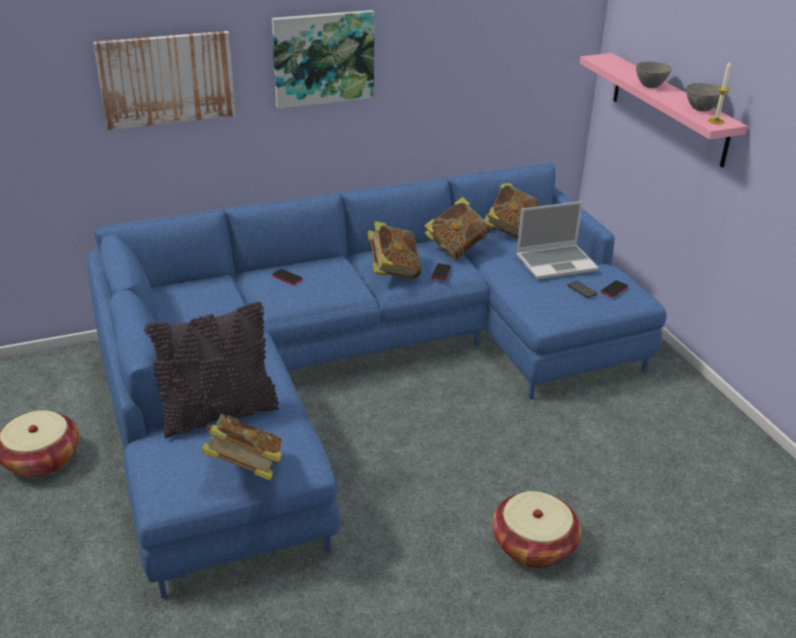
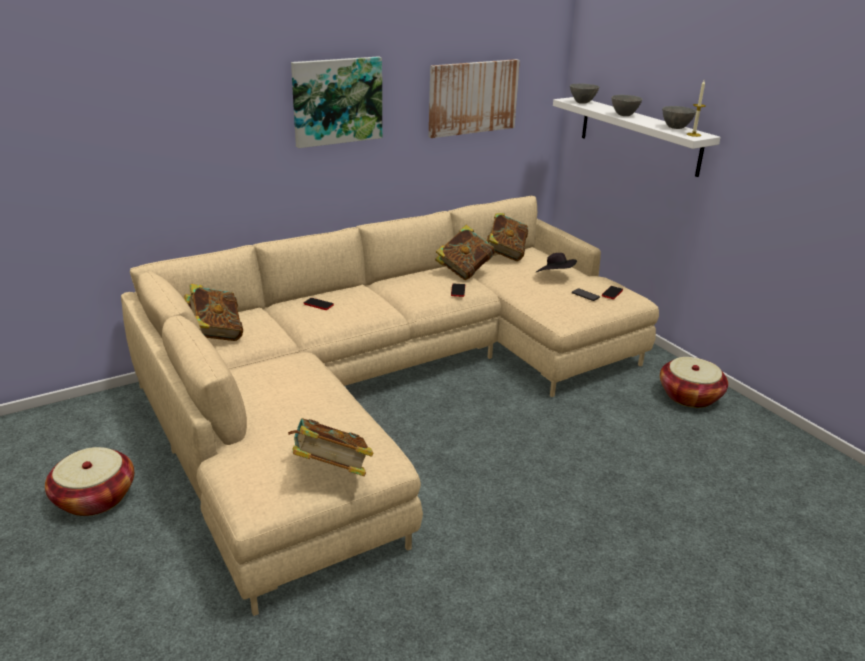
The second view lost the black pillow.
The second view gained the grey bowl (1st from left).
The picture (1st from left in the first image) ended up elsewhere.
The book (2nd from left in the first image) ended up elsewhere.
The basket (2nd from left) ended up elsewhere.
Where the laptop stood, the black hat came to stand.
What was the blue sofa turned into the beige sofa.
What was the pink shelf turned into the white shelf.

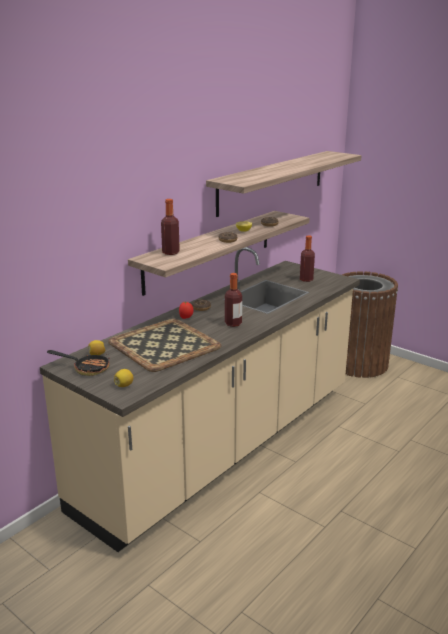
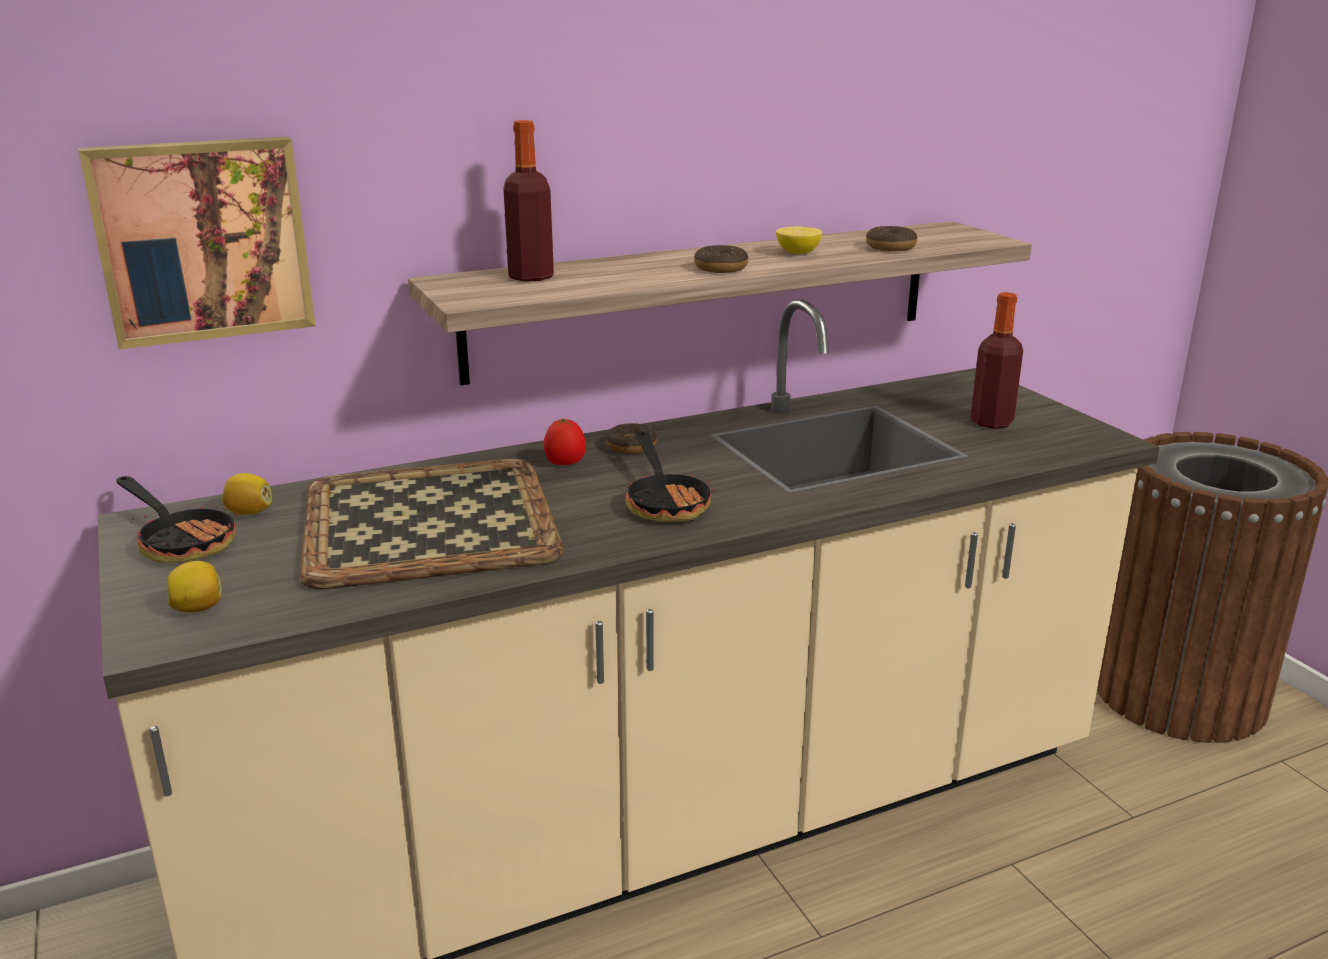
The second view lost the shelf (2nd from left).
The second view gained the picture.
Where the bottle (2nd from left) stood, the frying pan (2nd from left) came to stand.

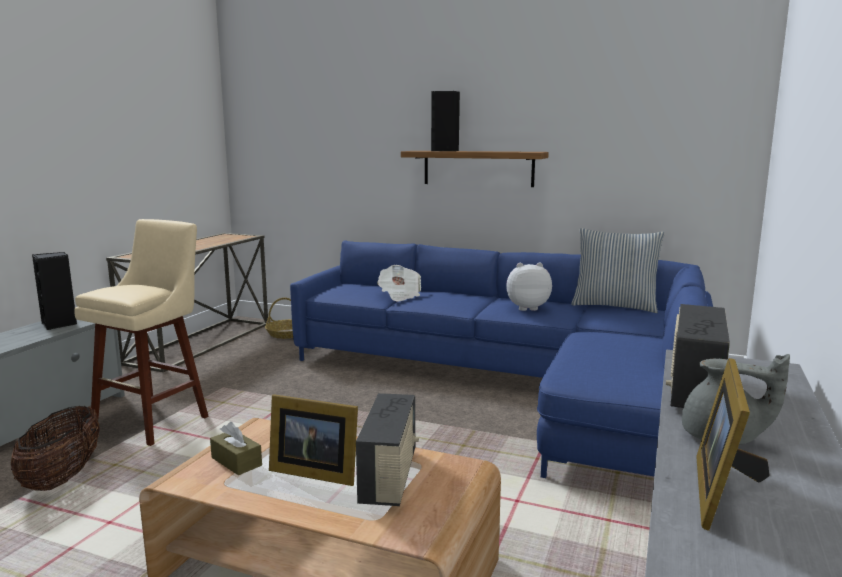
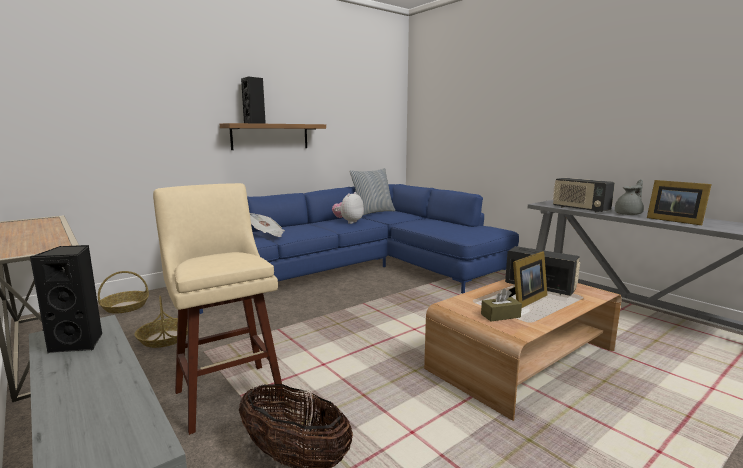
The second view gained the basket (2nd from left).

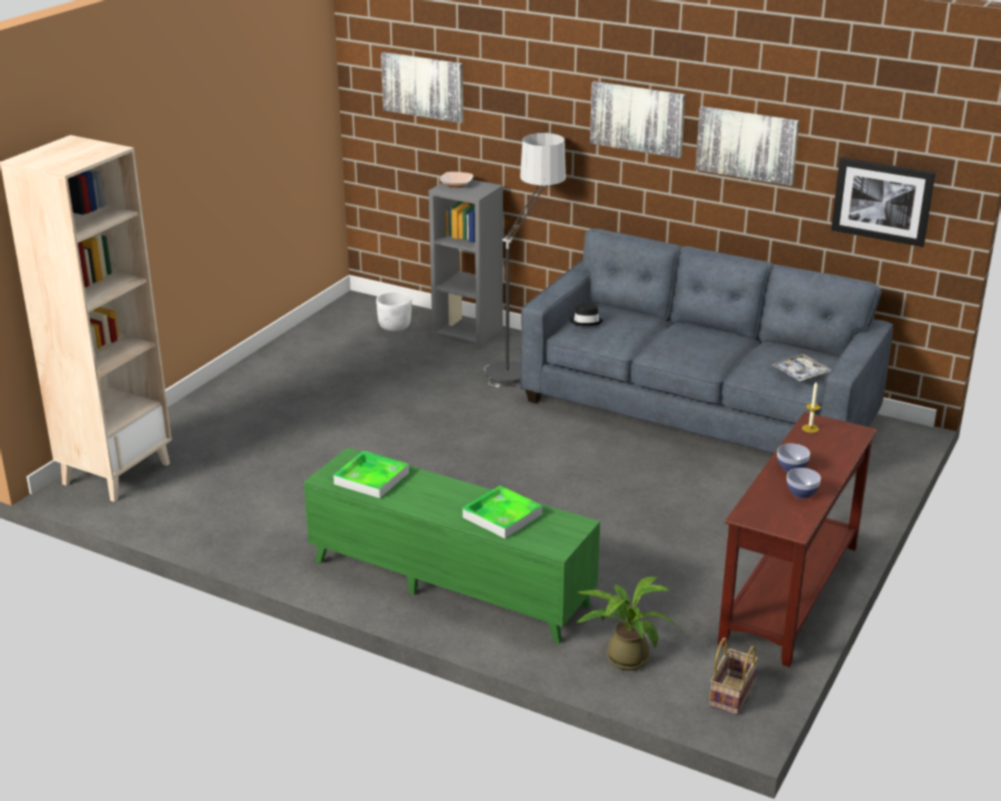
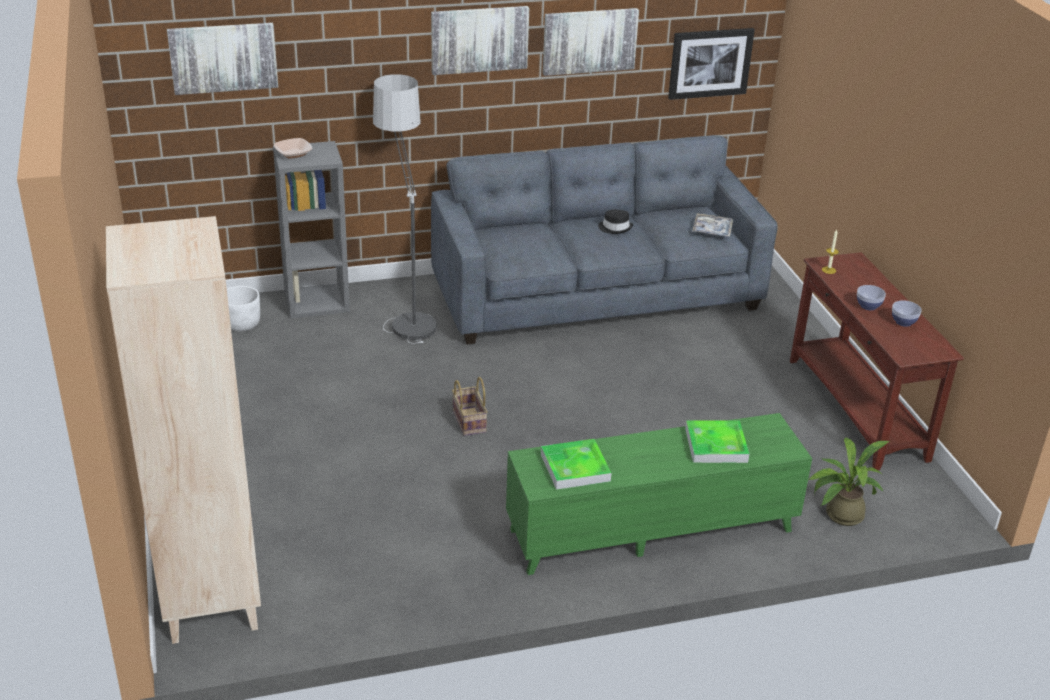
The black hat ended up elsewhere.
The basket ended up elsewhere.

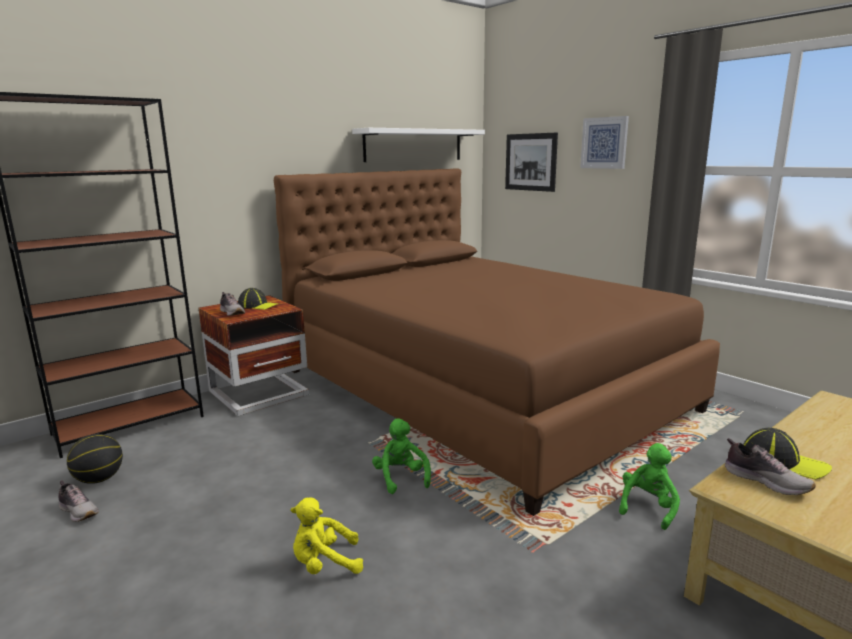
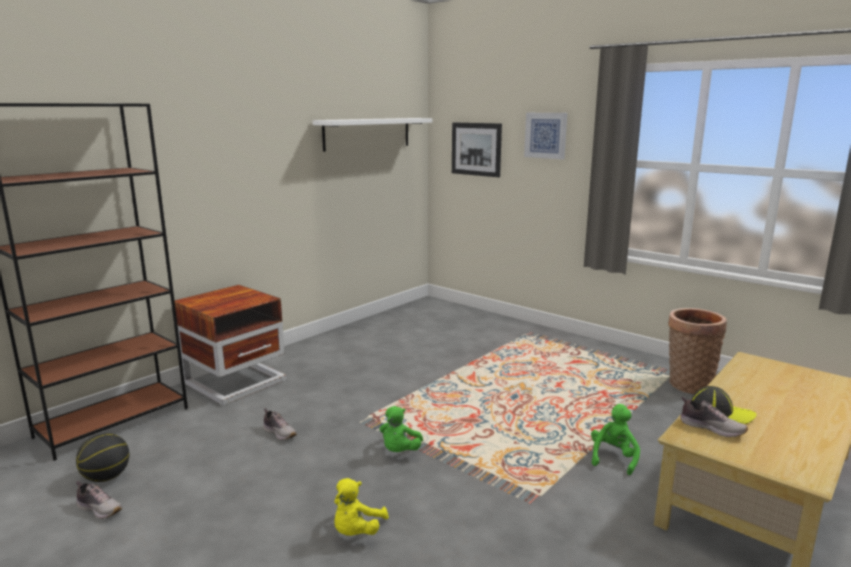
The second view lost the cap (1st from left).
The second view lost the brown bed.
The second view gained the basket.
The shoe (2nd from left) ended up elsewhere.
The yellow plush toy ended up facing another way, 45 degrees counterclockwise from before.
The green plush toy (1st from left) ended up facing another way, 135 degrees counterclockwise from before.

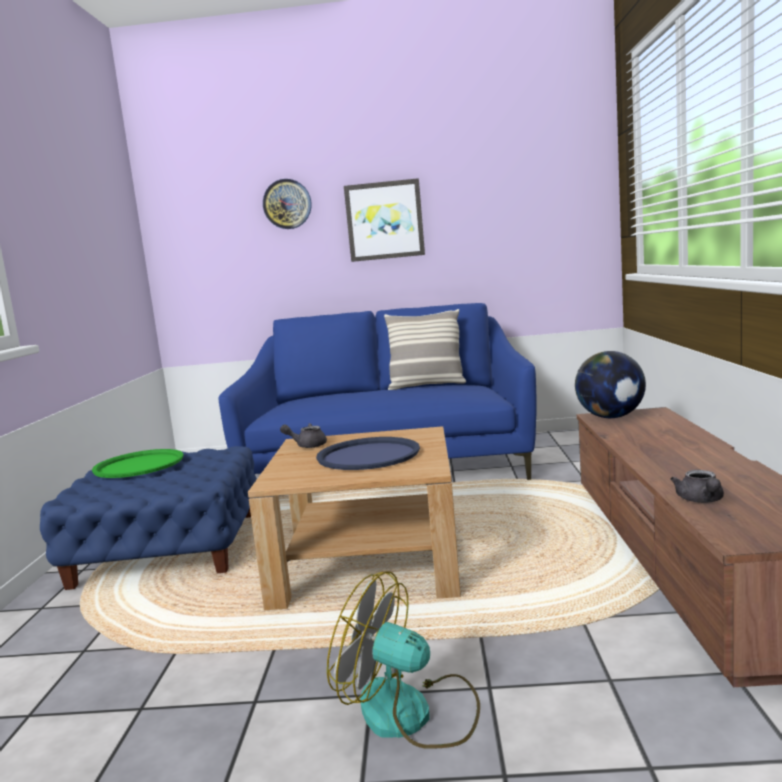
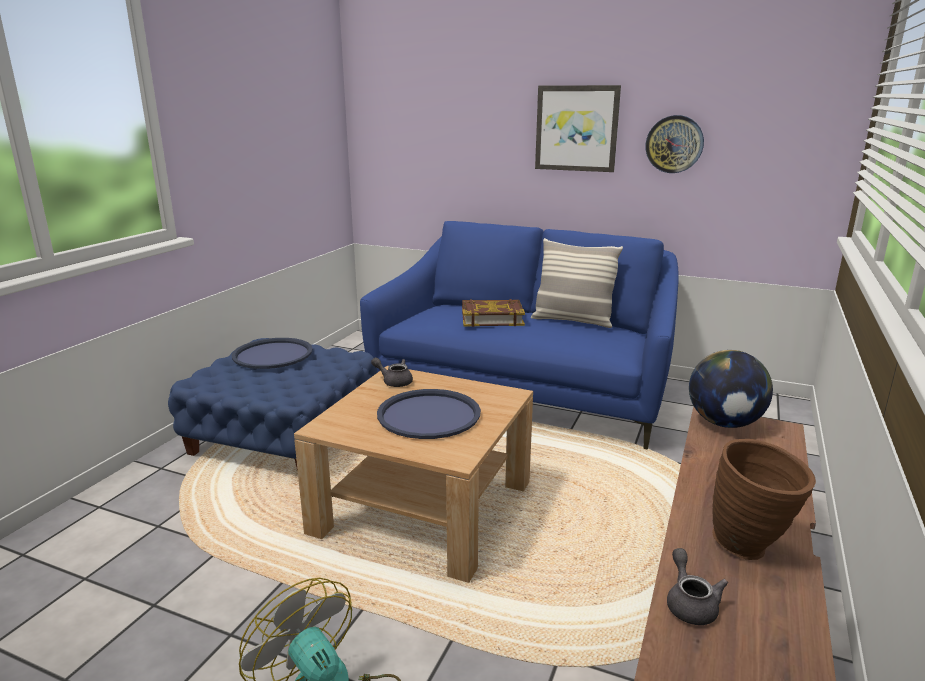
The second view gained the book.
The second view gained the brown vase.
The wall clock ended up elsewhere.
What was the green tray turned into the blue tray (1st from left).
The grey teapot (2nd from left) ended up facing another way, 150 degrees clockwise from before.

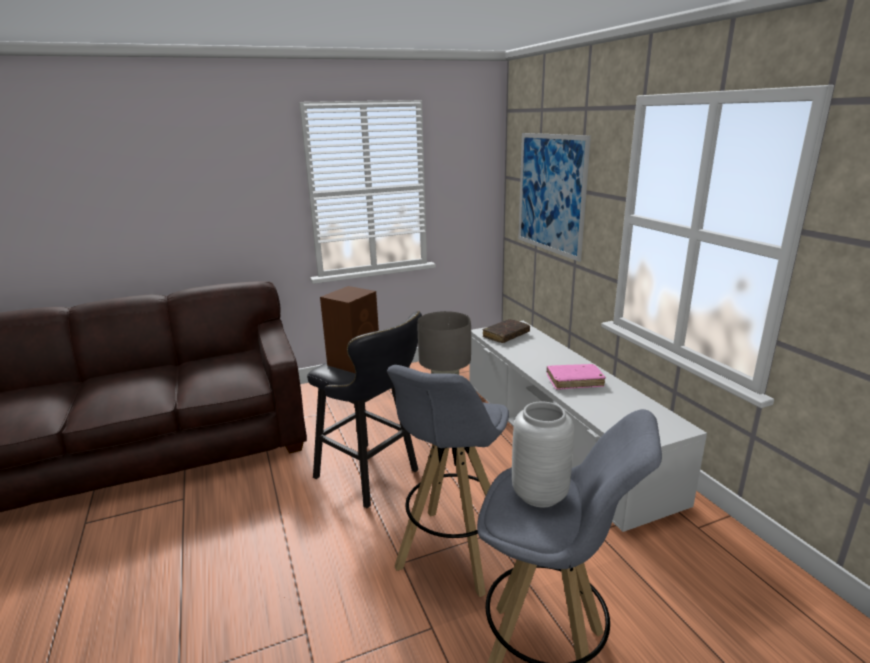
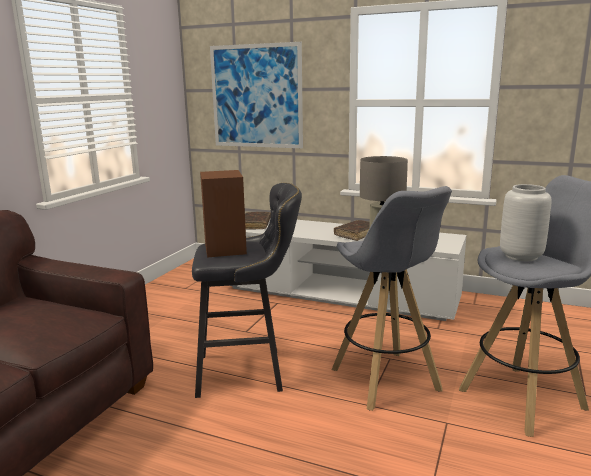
What was the pink book turned into the brown book (2nd from left).

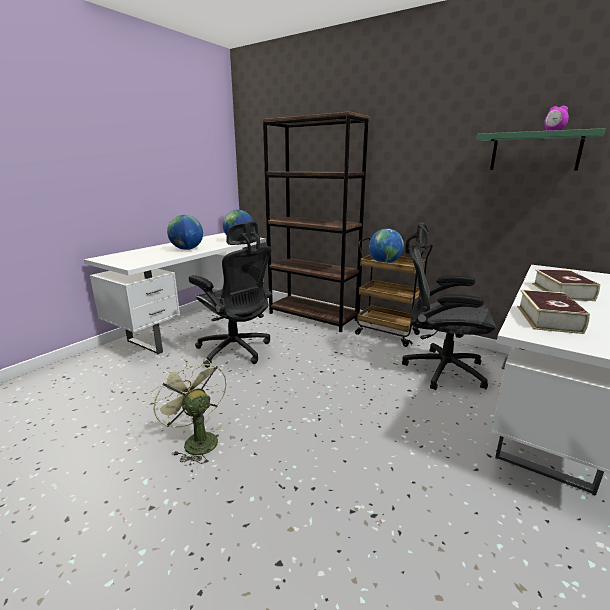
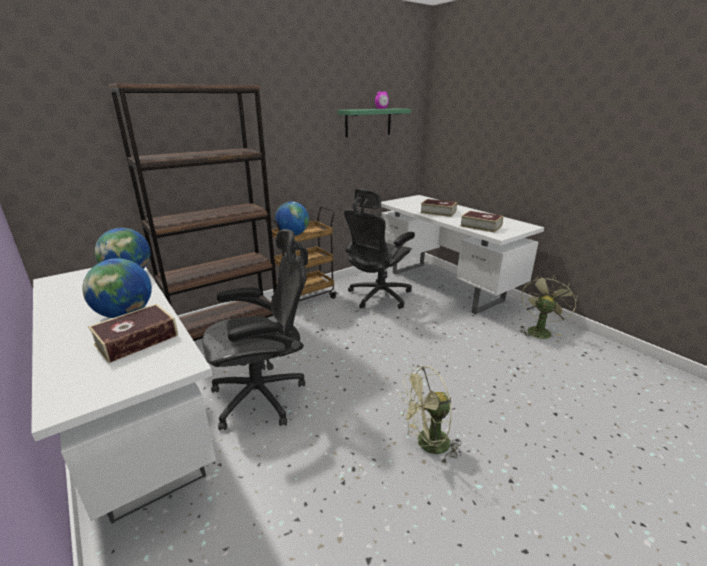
The second view gained the book (1st from left).
The second view gained the green fan (2nd from left).

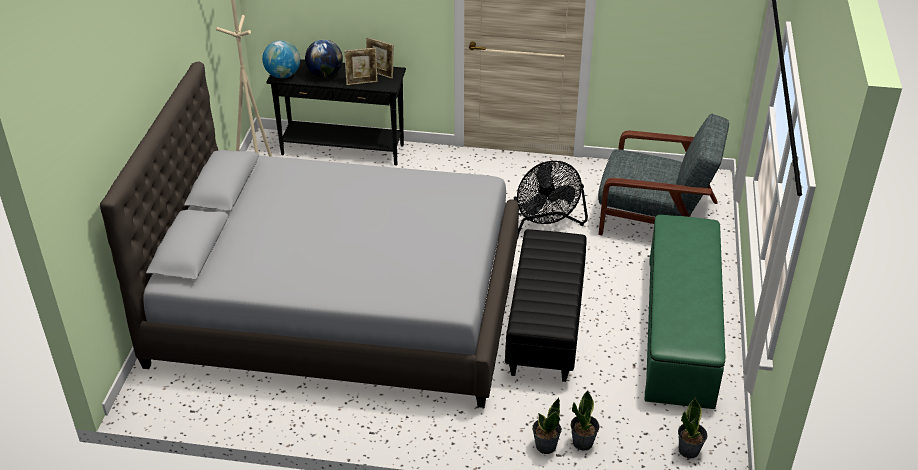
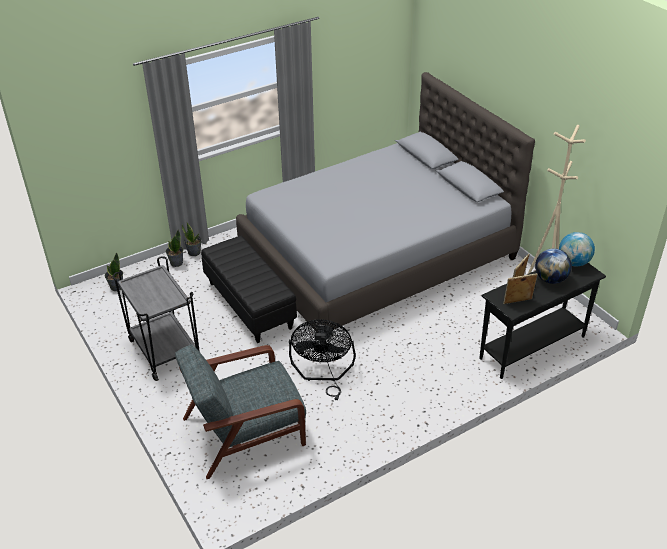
Where the green bench stood, the grey cart came to stand.
The black fan ended up facing another way, 60 degrees clockwise from before.

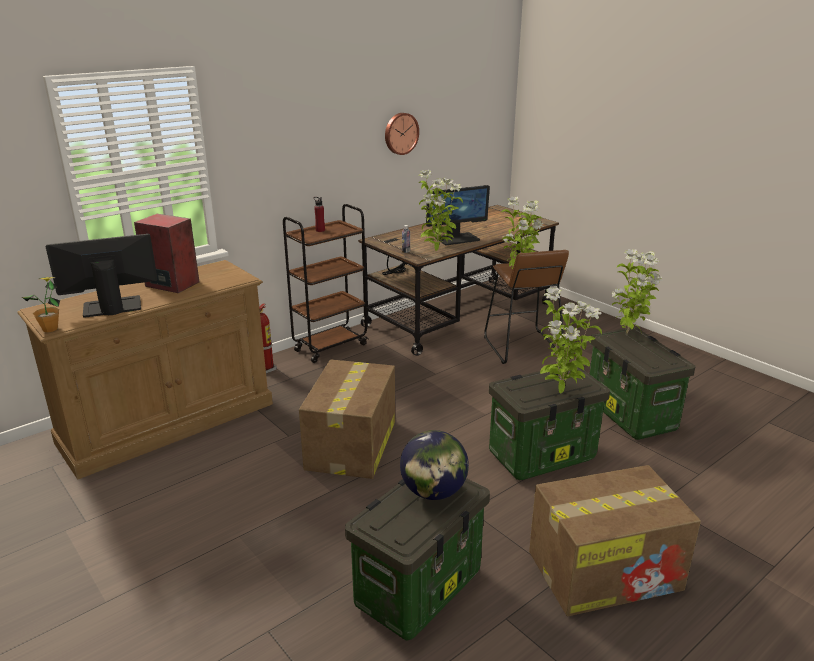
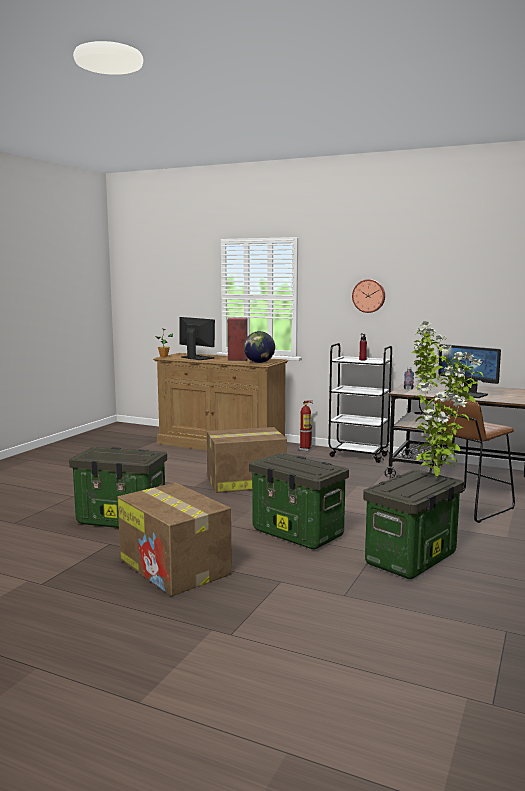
The second view lost the potted plant (4th from left).
The wall clock ended up elsewhere.
The globe ended up elsewhere.
What was the brown cart turned into the white cart.

